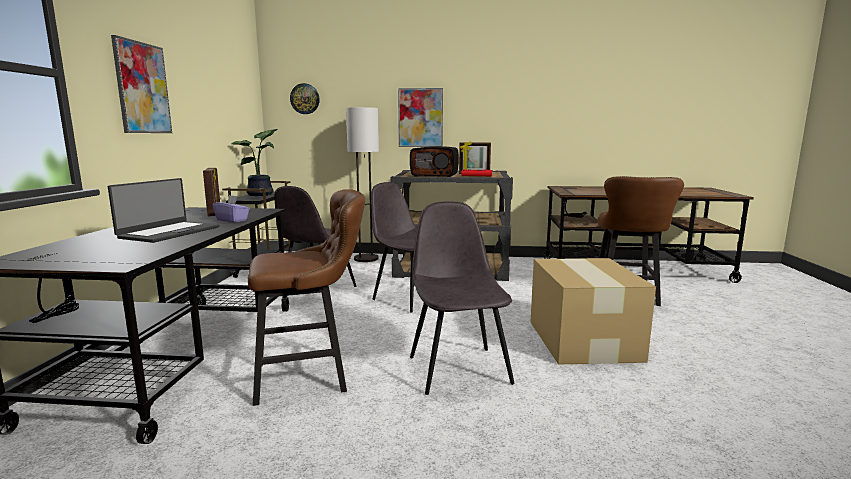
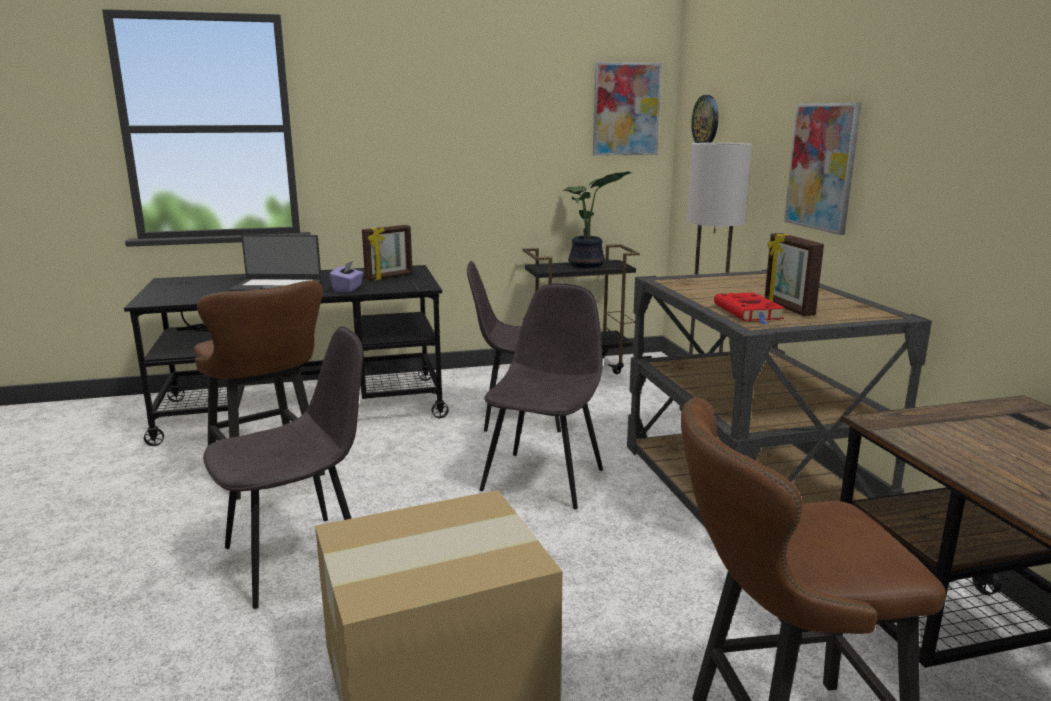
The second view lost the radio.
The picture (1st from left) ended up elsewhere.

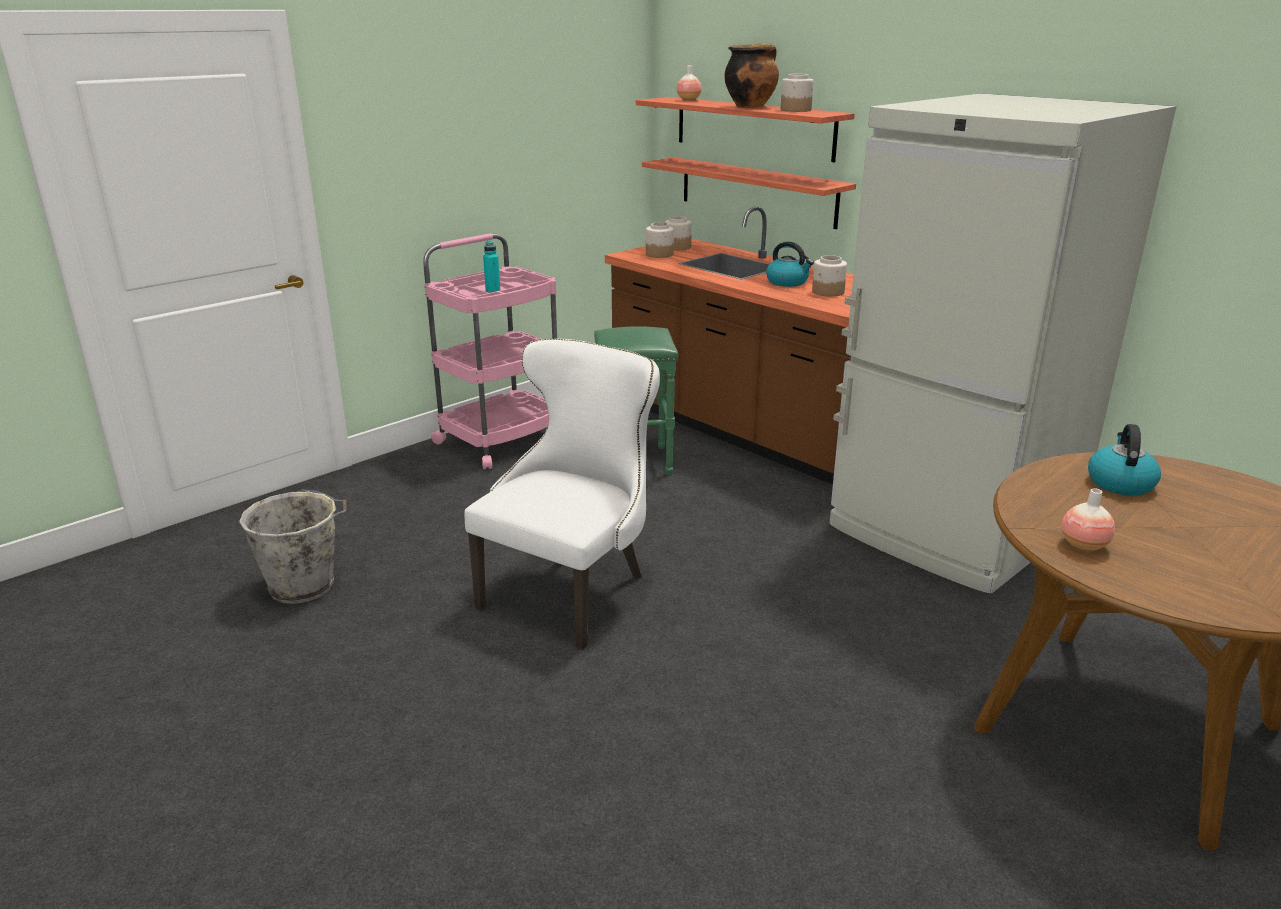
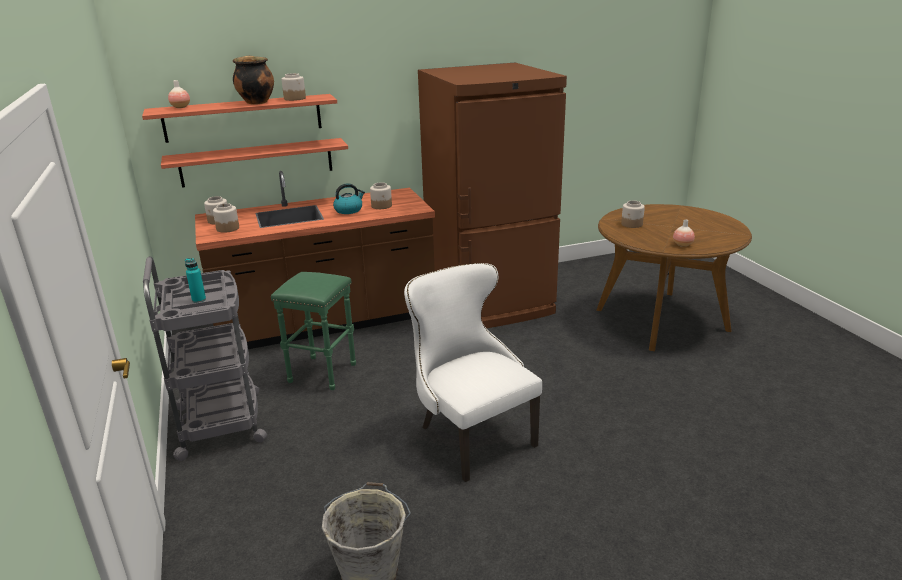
Where the kettle (2nd from left) stood, the jar (5th from left) came to stand.
What was the pink cart turned into the grey cart.
What was the white fridge turned into the brown fridge.

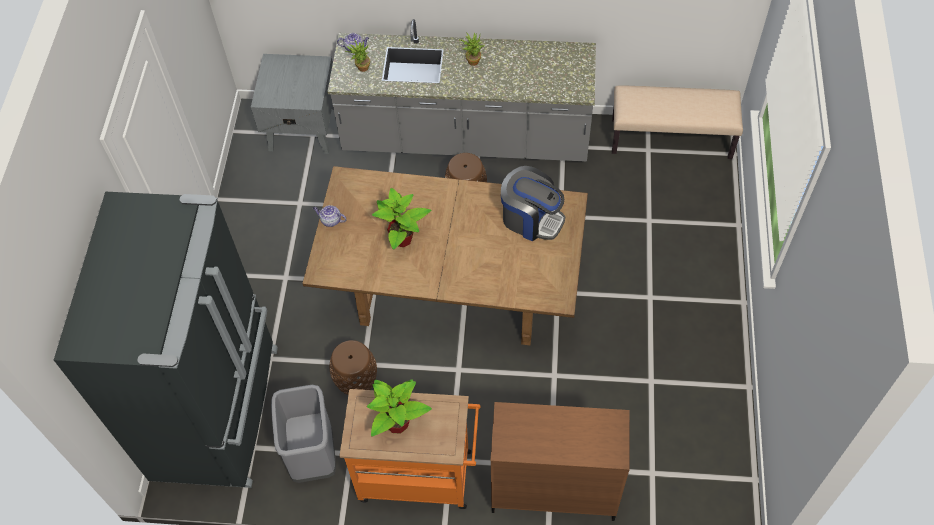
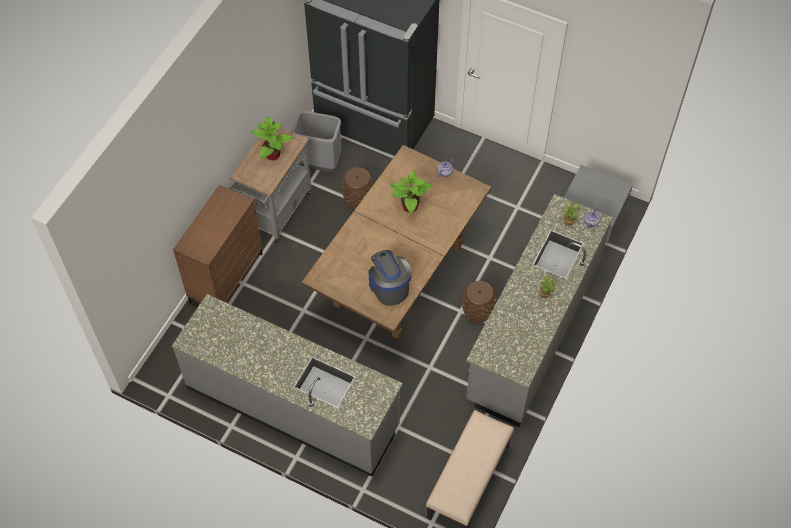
The second view gained the grey counter (1st from left).
What was the orange cart turned into the grey cart.
The coffee machine ended up facing another way, 105 degrees clockwise from before.

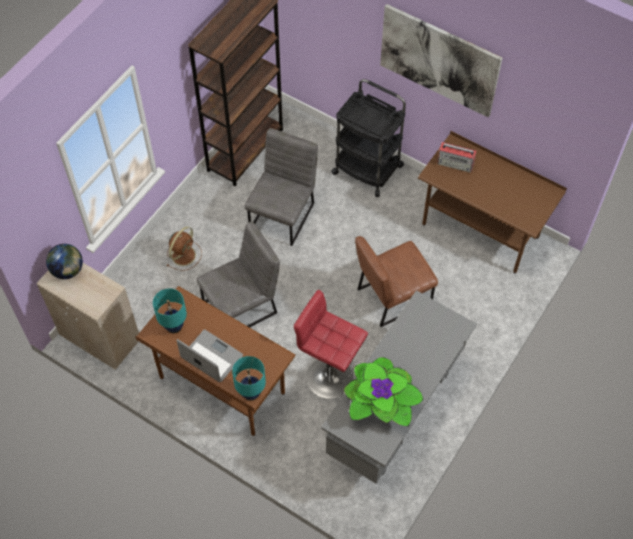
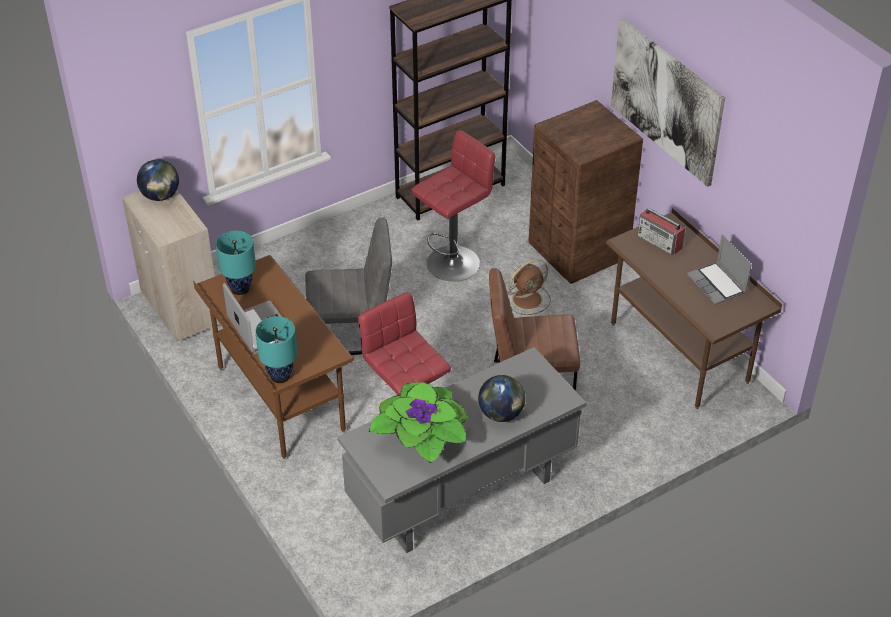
The second view gained the globe (2nd from left).
The second view gained the laptop (2nd from left).
The brown fan ended up elsewhere.
Where the grey chair (2nd from left) stood, the red stool (2nd from left) came to stand.
Where the black cart stood, the brown dresser came to stand.

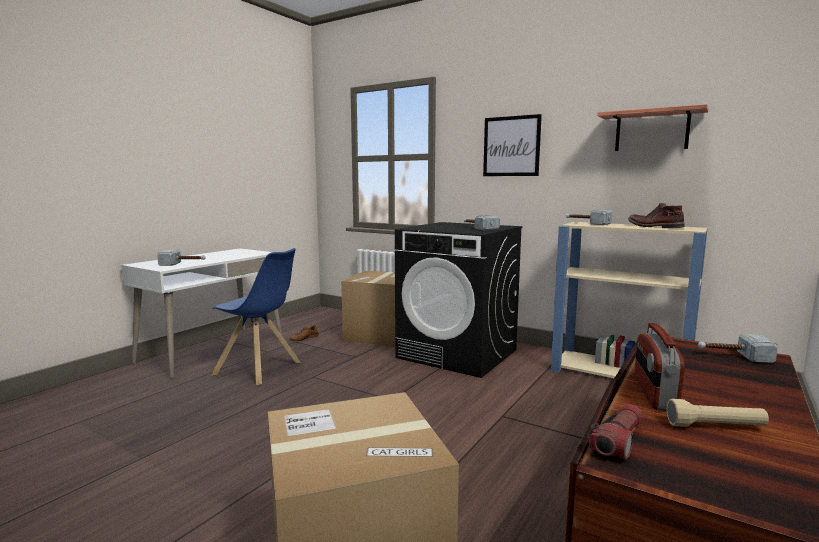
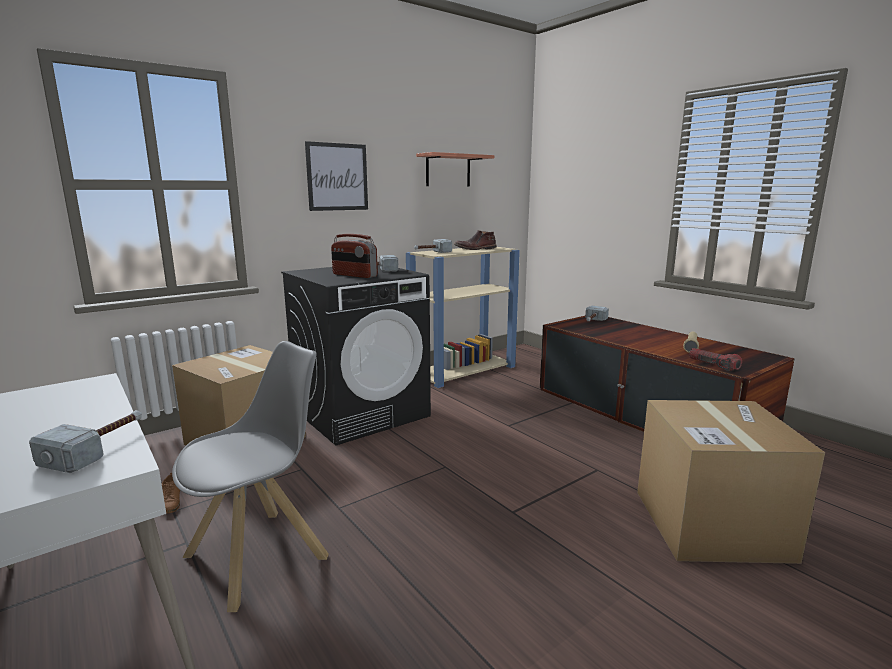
The radio ended up elsewhere.
What was the blue chair turned into the grey chair.

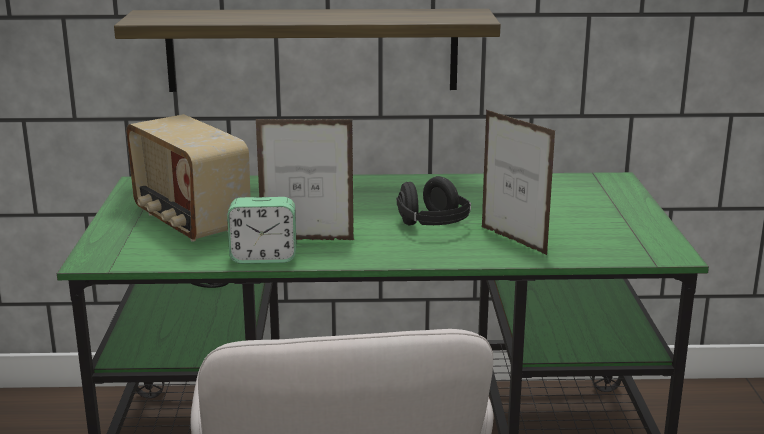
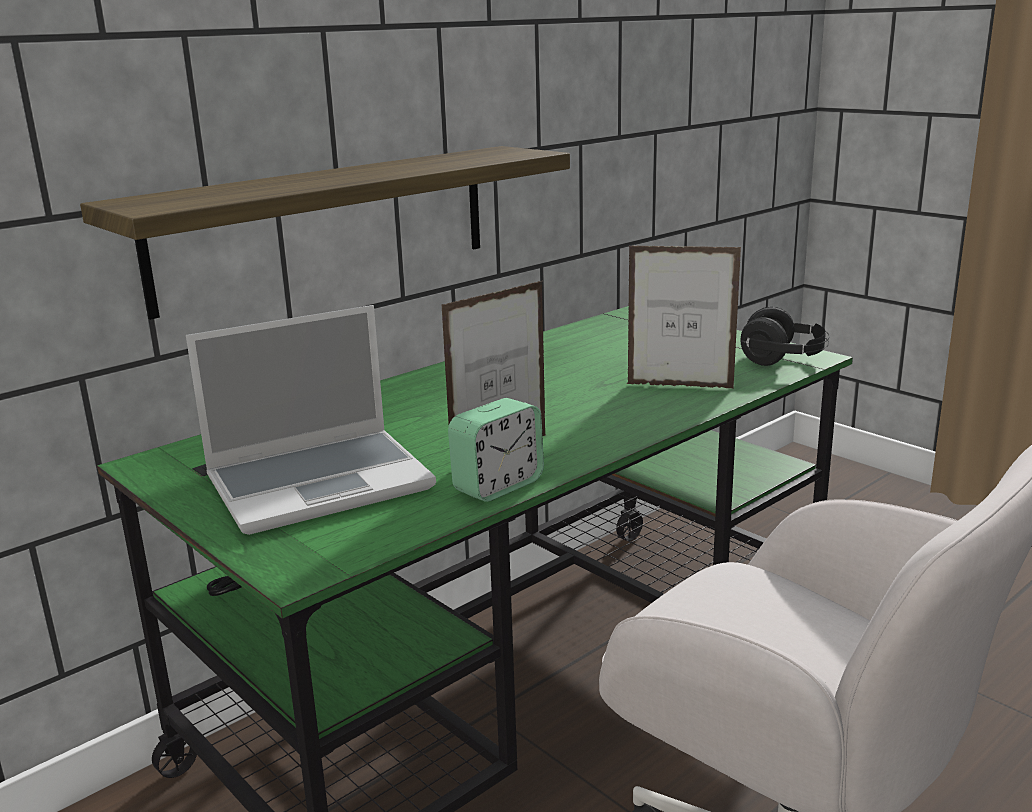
The black headphones ended up elsewhere.
Where the radio stood, the laptop came to stand.

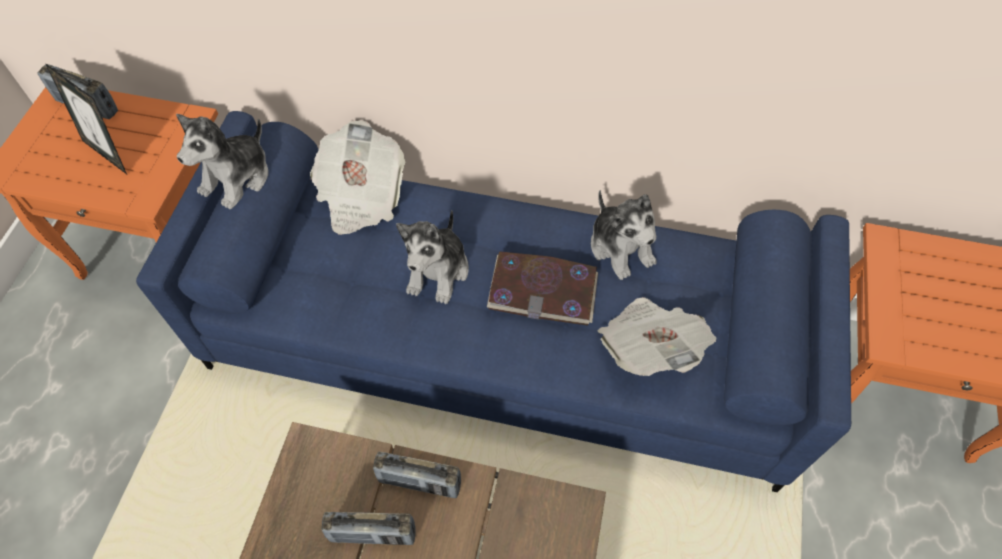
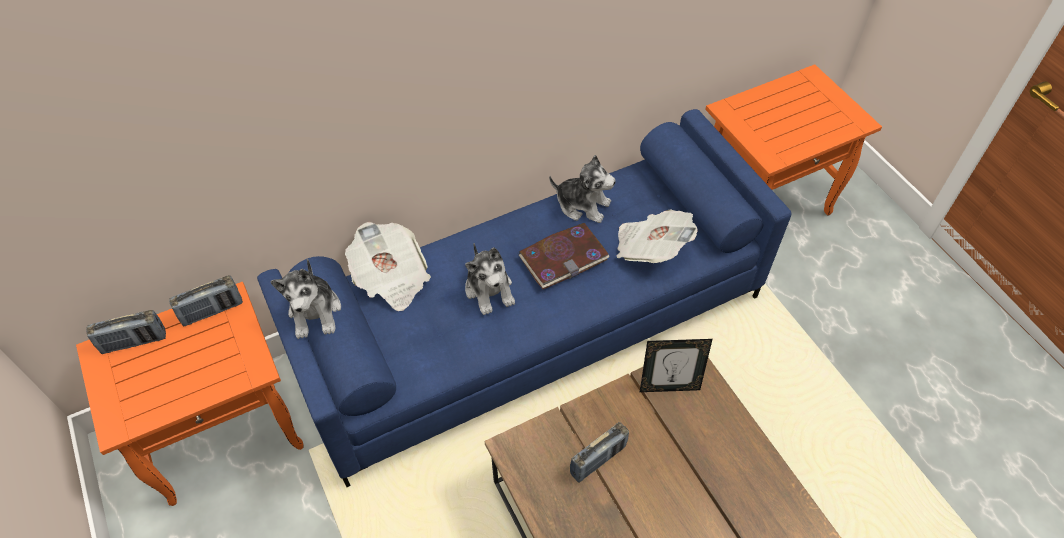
The picture frame ended up elsewhere.
The radio (3rd from left in the first image) ended up elsewhere.

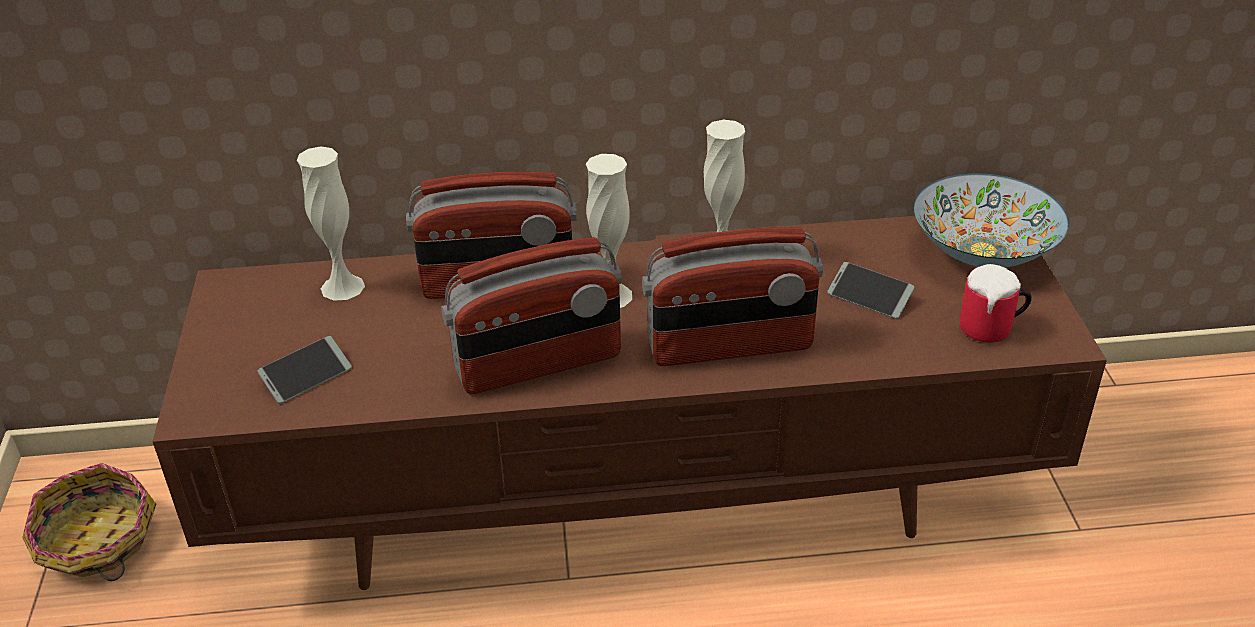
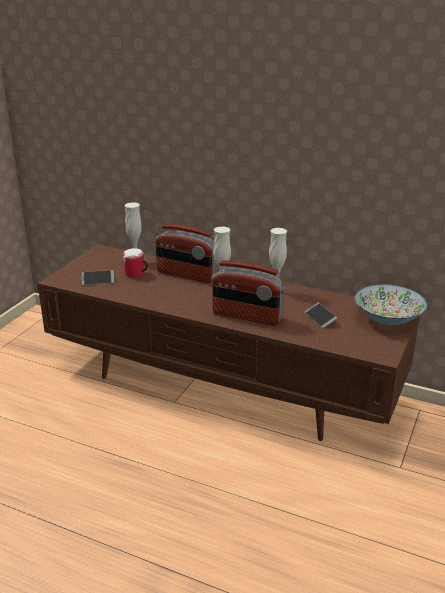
The second view lost the basket.
The second view lost the radio (2nd from left).
The mug ended up elsewhere.

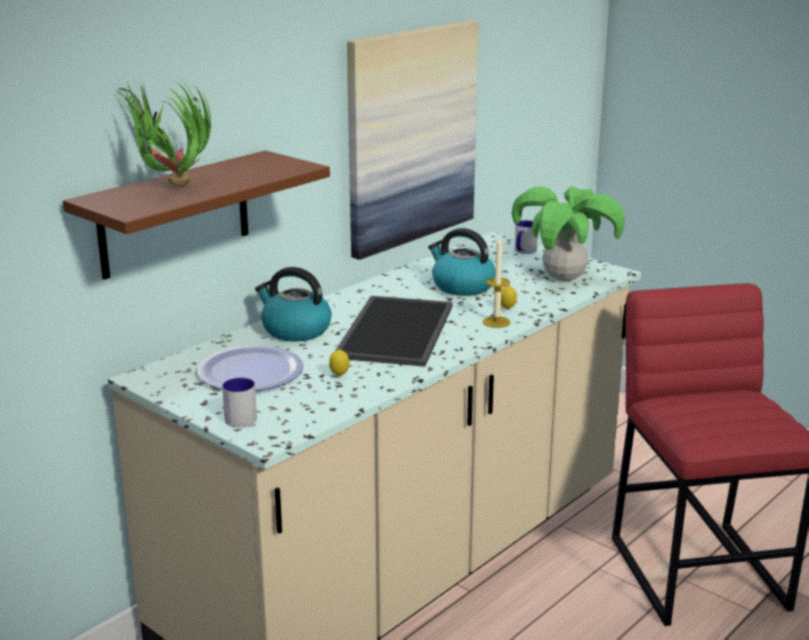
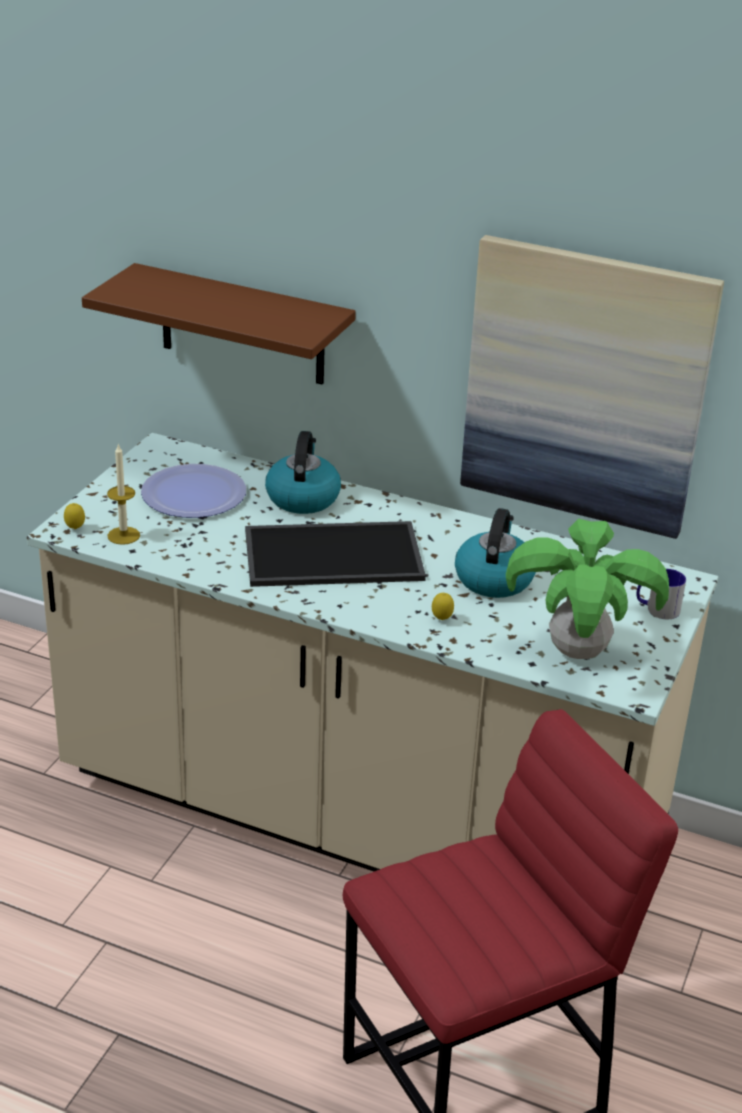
The second view lost the potted plant (1st from left).
The second view lost the mug (1st from left).
The lemon (1st from left) ended up elsewhere.
The candle ended up elsewhere.

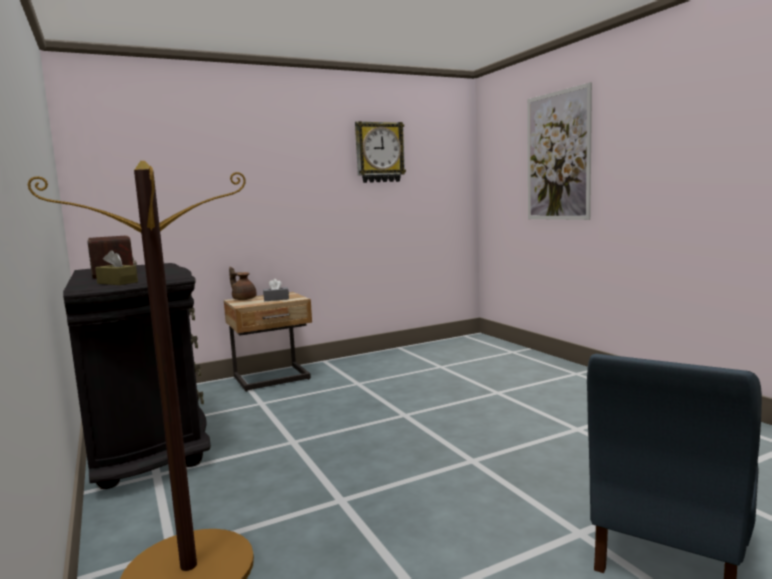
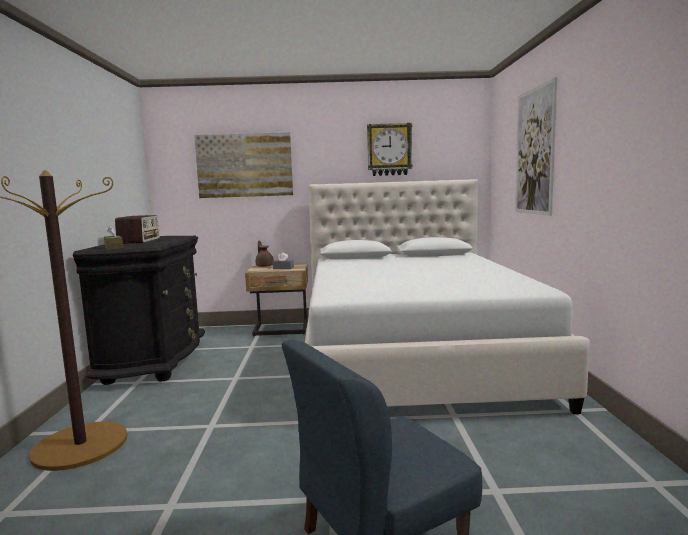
The second view gained the picture (1st from left).
The second view gained the white bed.

